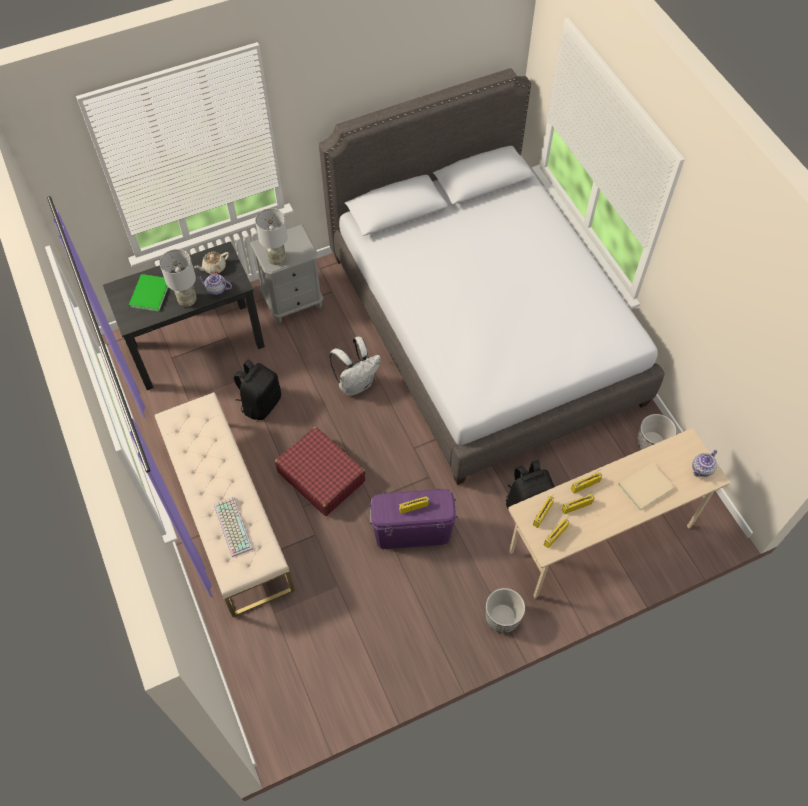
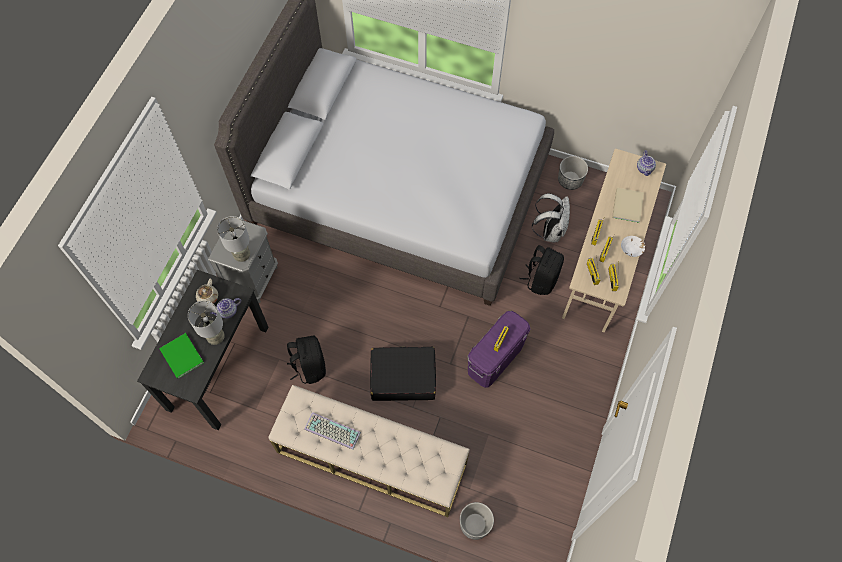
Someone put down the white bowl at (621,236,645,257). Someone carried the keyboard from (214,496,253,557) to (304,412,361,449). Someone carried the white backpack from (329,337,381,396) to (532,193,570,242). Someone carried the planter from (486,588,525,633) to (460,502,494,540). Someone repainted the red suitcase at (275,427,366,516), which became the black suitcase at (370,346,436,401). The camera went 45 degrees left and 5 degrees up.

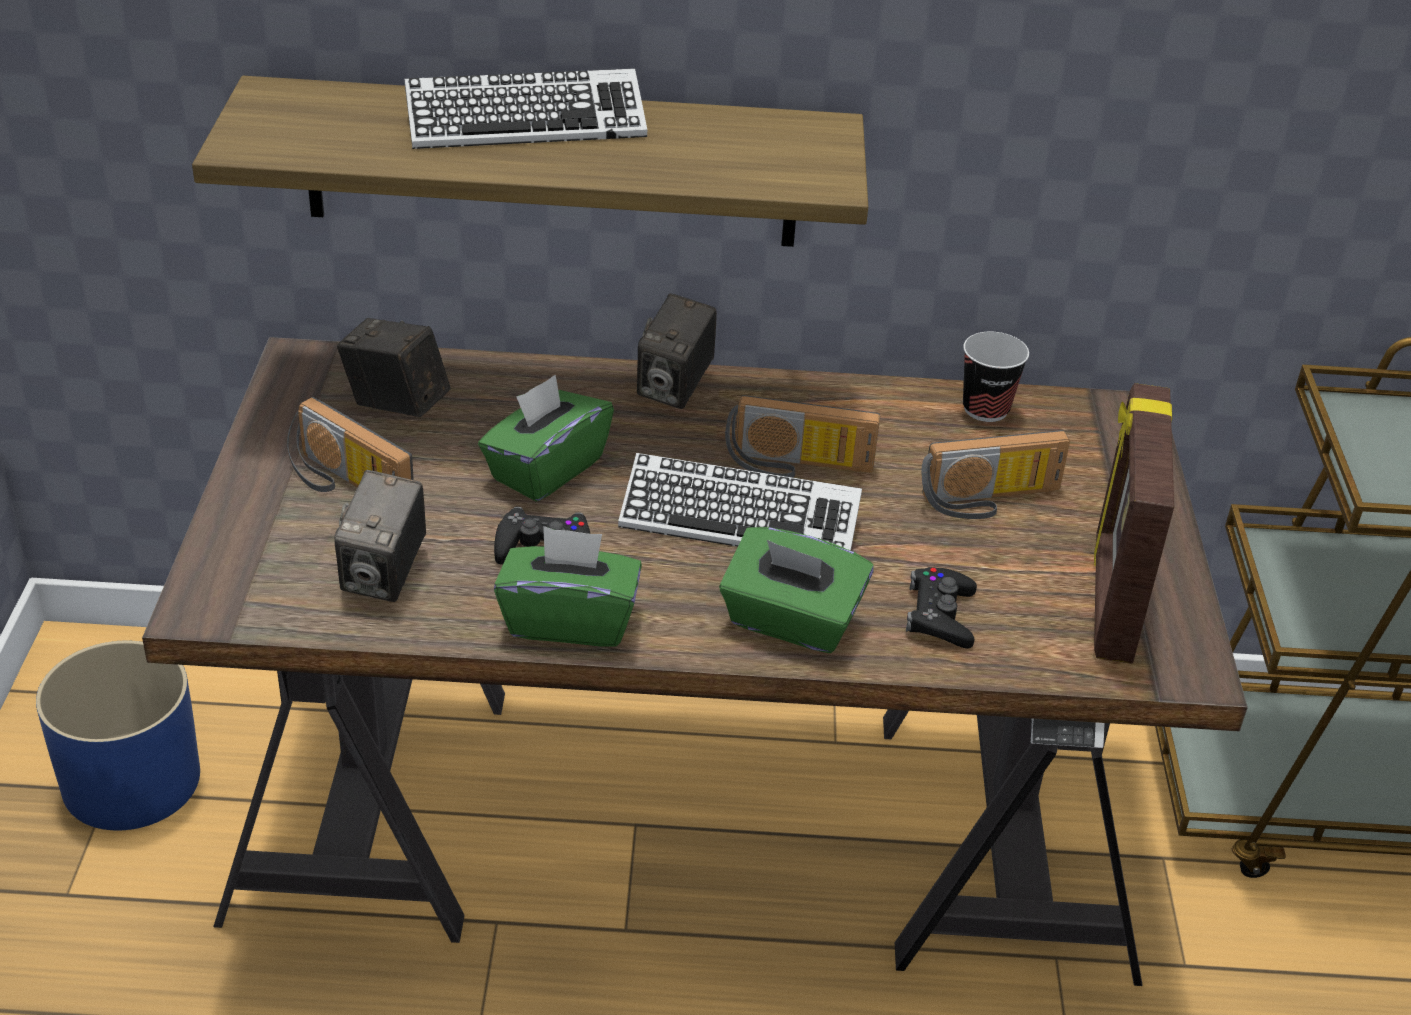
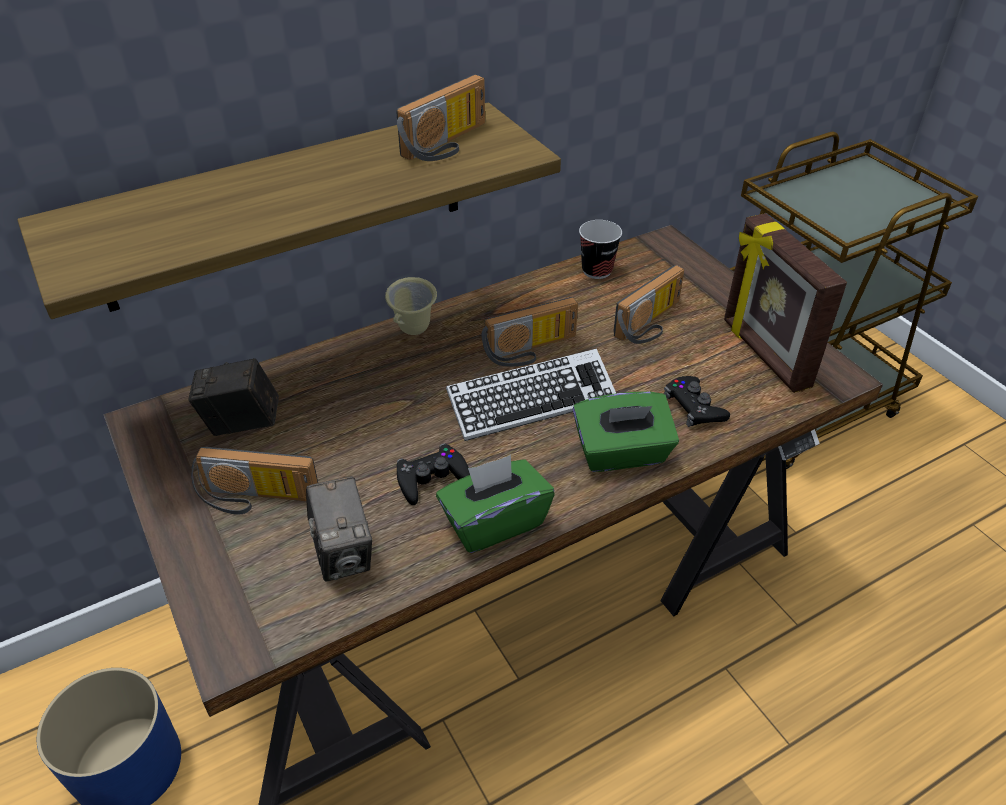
Someone took away the keyboard at (404,69,647,149). Someone took away the green tissue box at (478,375,614,501). Someone put down the radio at (396,74,485,161). Someone swapped the photo camera at (637,293,717,409) for the beige mug at (385,277,437,335). The camera went 30 degrees left and 5 degrees up.

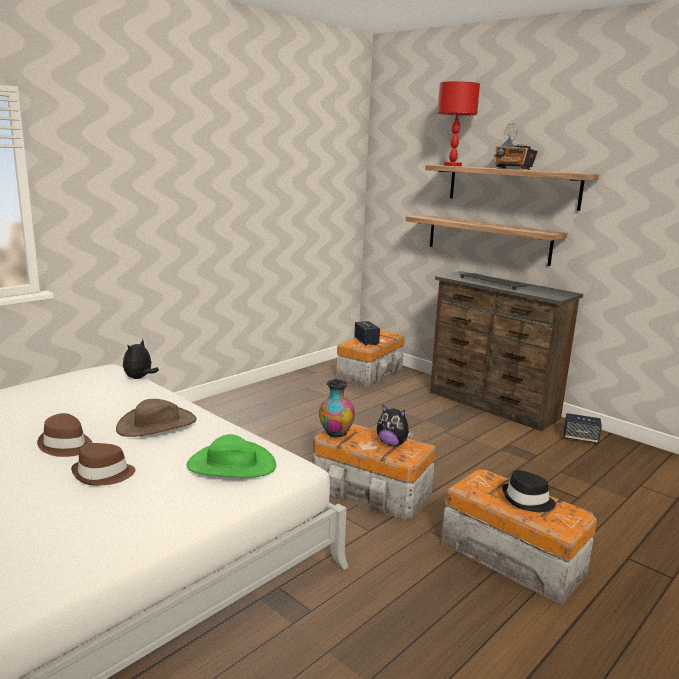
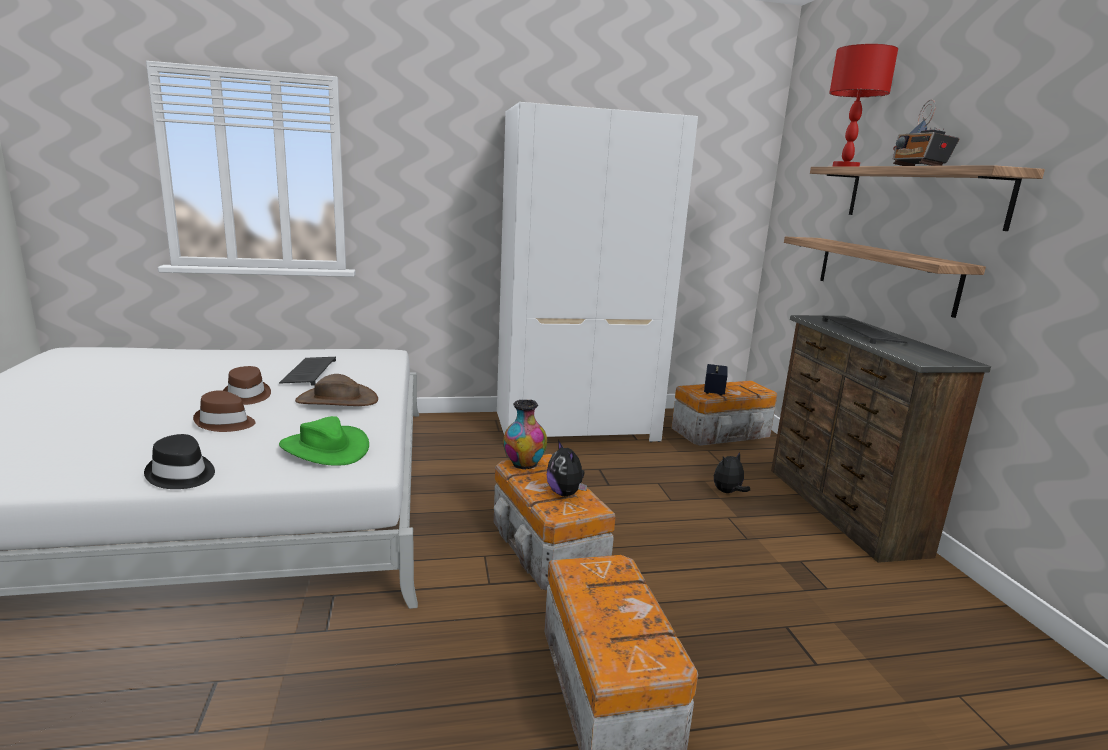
Someone took away the speaker at (564,413,602,444). Someone put down the keyboard at (279,357,336,386). Someone put down the white wardrobe at (497,102,698,442). Someone carried the plush toy from (123,339,159,379) to (714,452,750,493). Someone carried the black hat from (502,470,556,512) to (144,434,215,489). The camera went 35 degrees right and 0 degrees up.

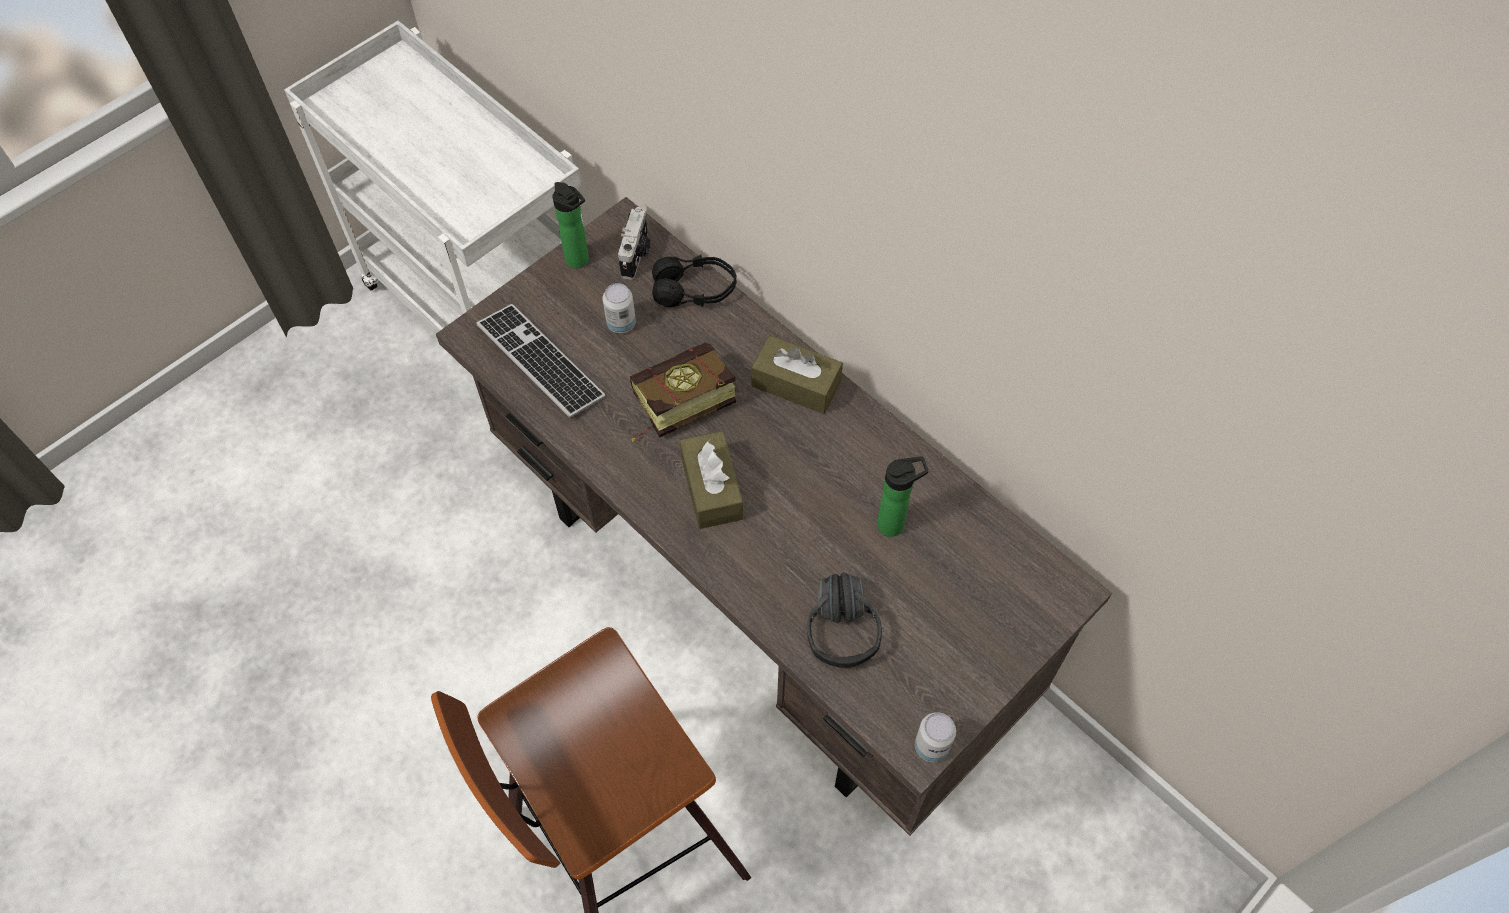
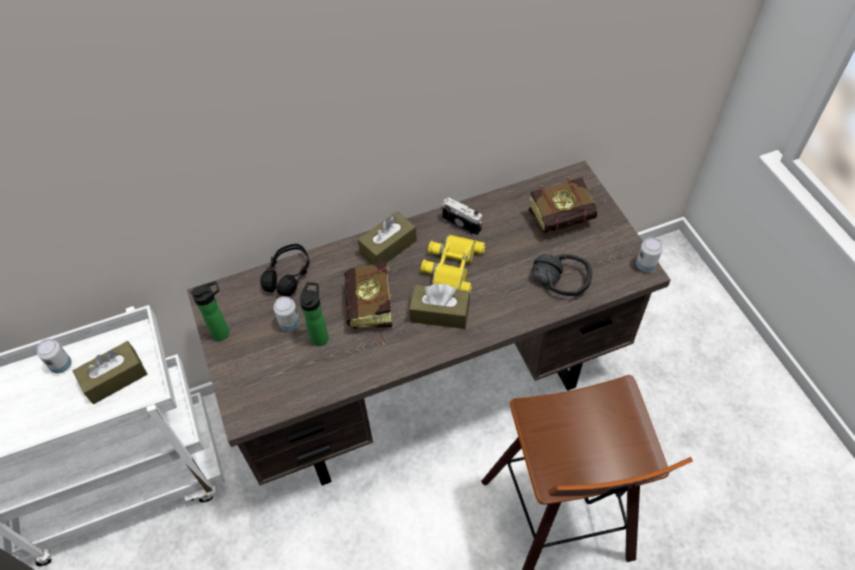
Someone took away the keyboard at (476,304,605,418). Someone put down the can at (37,339,72,374). Someone put down the brown tissue box at (73,341,147,404). Someone put down the yellow binoculars at (421,234,485,292). Someone put down the book at (529,177,597,233). Someone carried the photo camera from (618,207,650,280) to (442,197,482,236). Someone carried the bottle from (877,456,928,537) to (299,282,329,346). The camera went 65 degrees left and 5 degrees down.

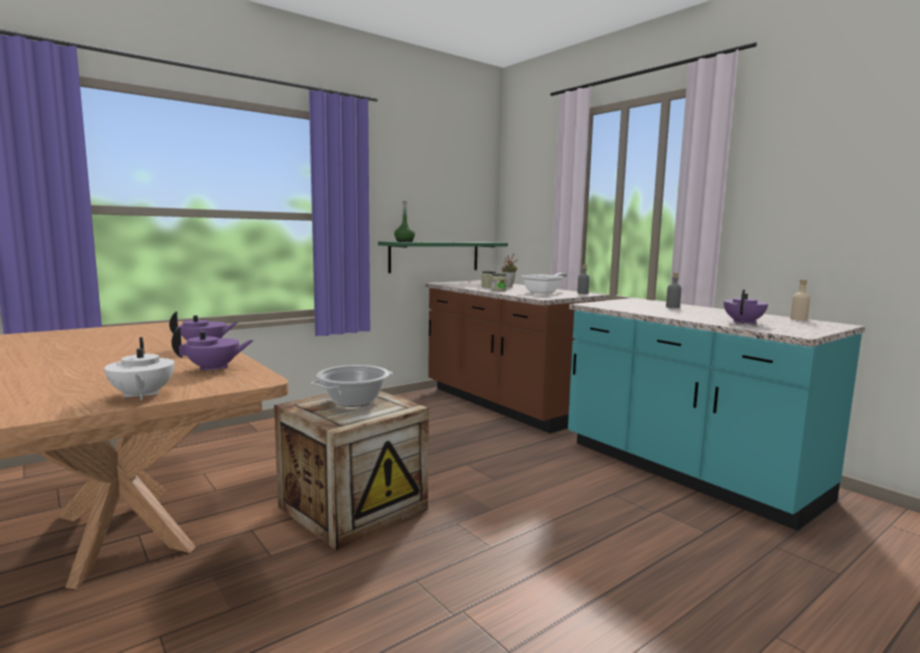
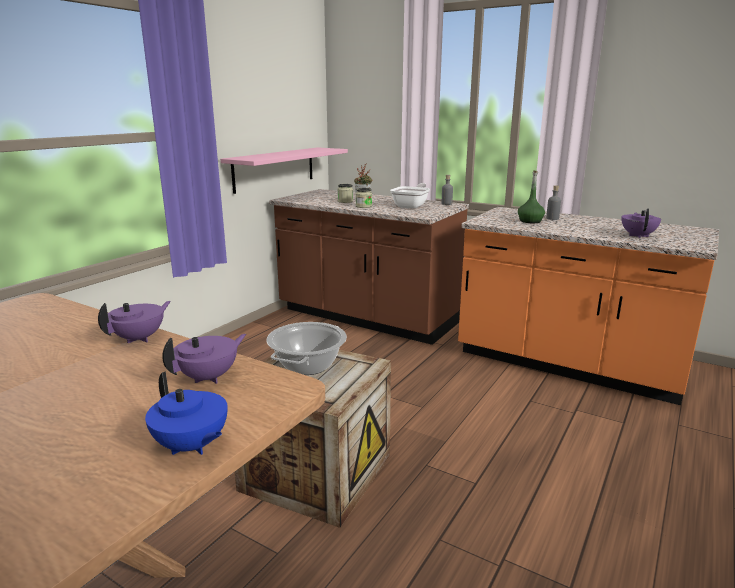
Someone took away the beige bottle at (790,280,810,321). Someone carried the green bottle from (394,201,415,242) to (518,170,545,223). Someone repainted the white teapot at (104,337,174,400), which became the blue teapot at (145,371,228,455). Someone repainted the green shelf at (378,241,508,273), which became the pink shelf at (220,147,348,194). Someone repainted the turquoise counter at (568,298,865,531), which became the orange counter at (458,207,719,405). The camera went 20 degrees left and 10 degrees up.

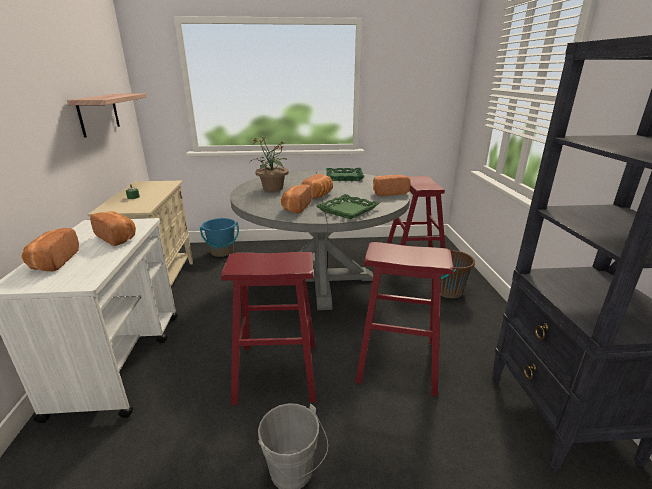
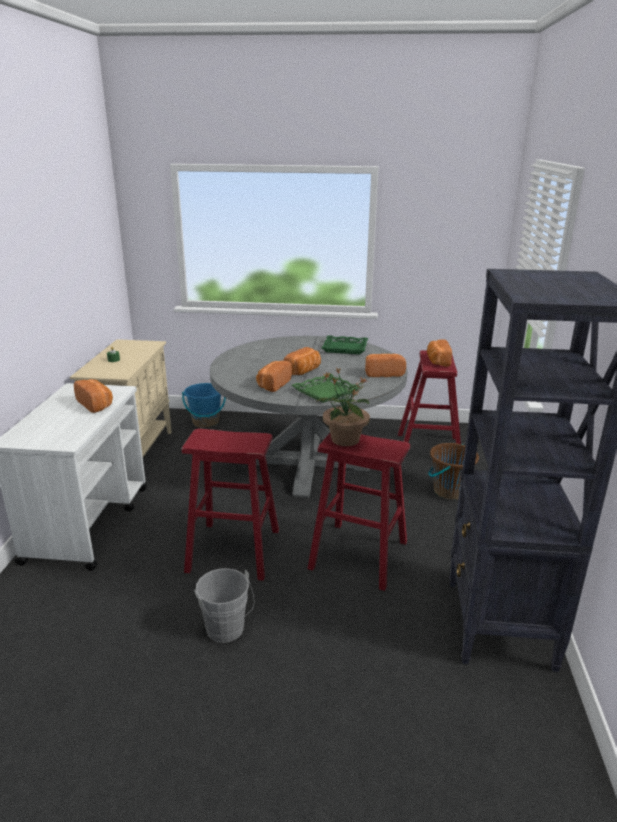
Someone took away the shelf at (67,93,146,138). Someone carried the bread from (22,228,79,271) to (427,339,452,367). Someone carried the potted plant from (250,137,289,192) to (316,367,370,446). The camera went 10 degrees right and 0 degrees up.

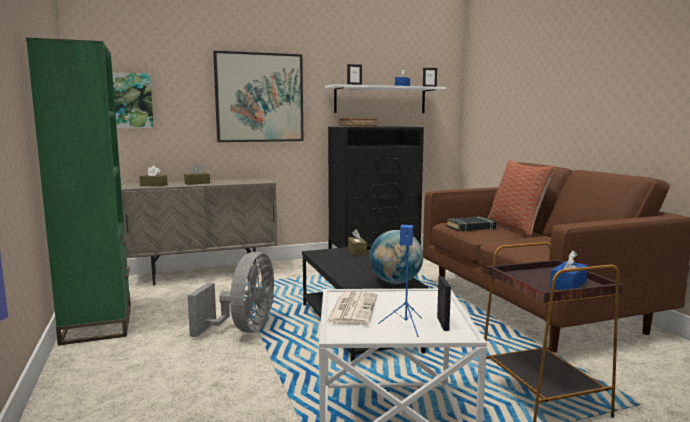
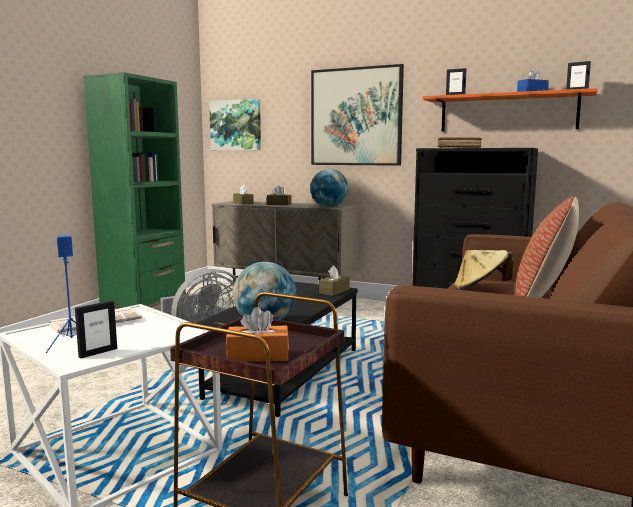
Someone put down the globe at (310,169,348,207). Someone swapped the black book at (446,217,496,231) for the beige hat at (454,250,513,290). Someone repainted the white shelf at (325,84,446,113), which became the orange shelf at (422,88,597,132). Someone repainted the blue tissue box at (550,250,588,290), which became the orange tissue box at (226,307,289,362). The camera went 45 degrees right and 0 degrees up.

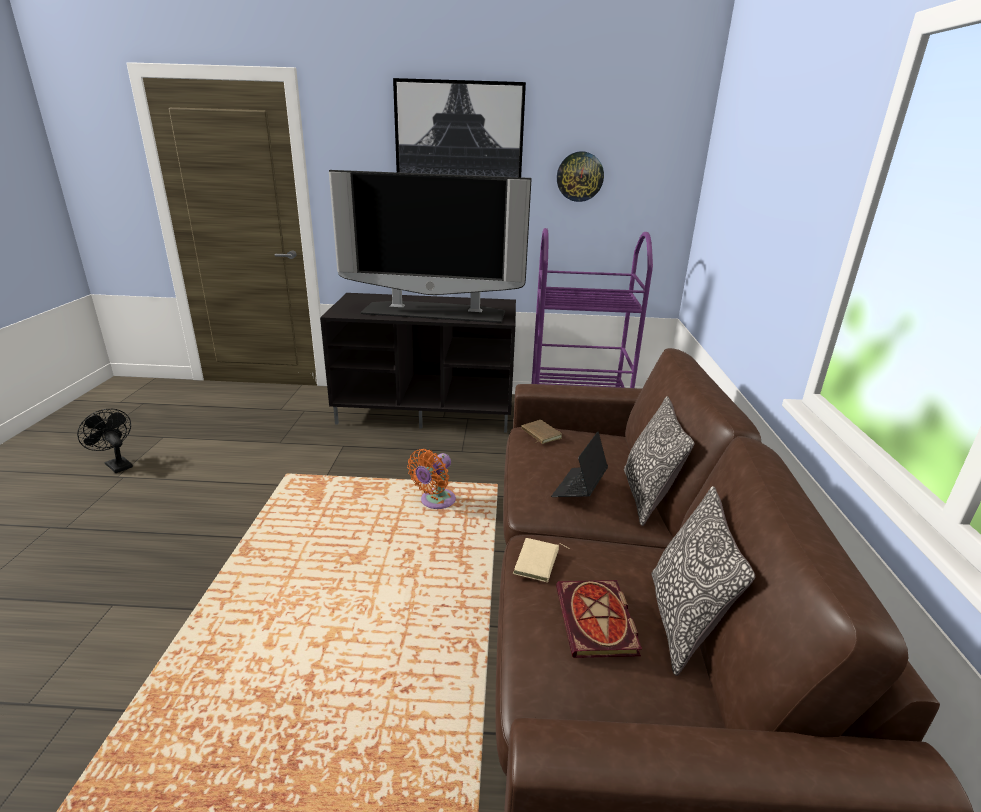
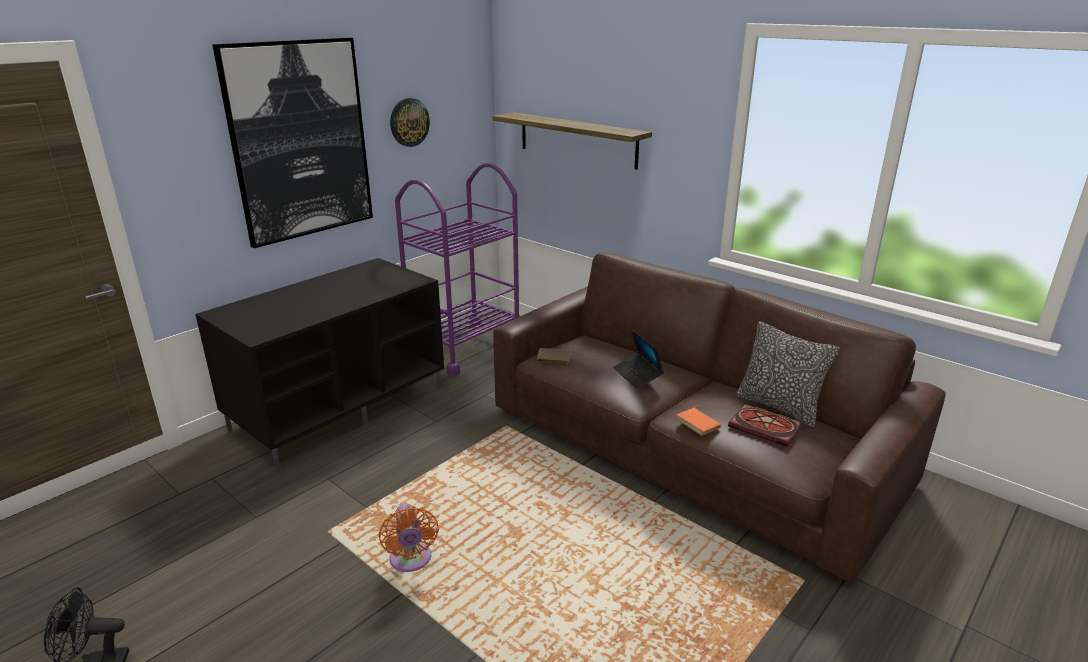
Someone took away the television at (329,170,532,323). Someone took away the pillow at (624,396,695,526). Someone put up the shelf at (493,112,652,170). Someone carried the orange fan from (407,449,456,509) to (378,503,439,572). Someone repainted the beige book at (513,538,570,583), which became the orange book at (676,406,721,436). The camera went 50 degrees left and 0 degrees up.

